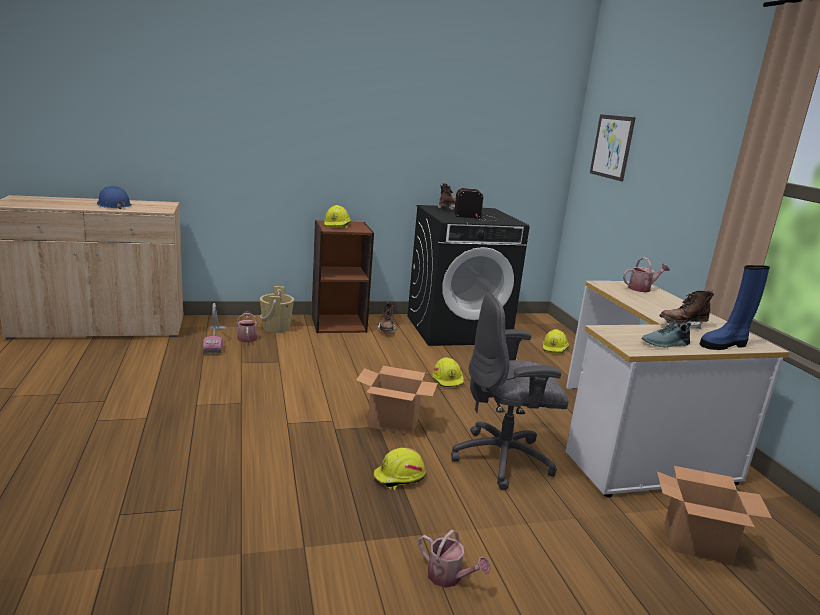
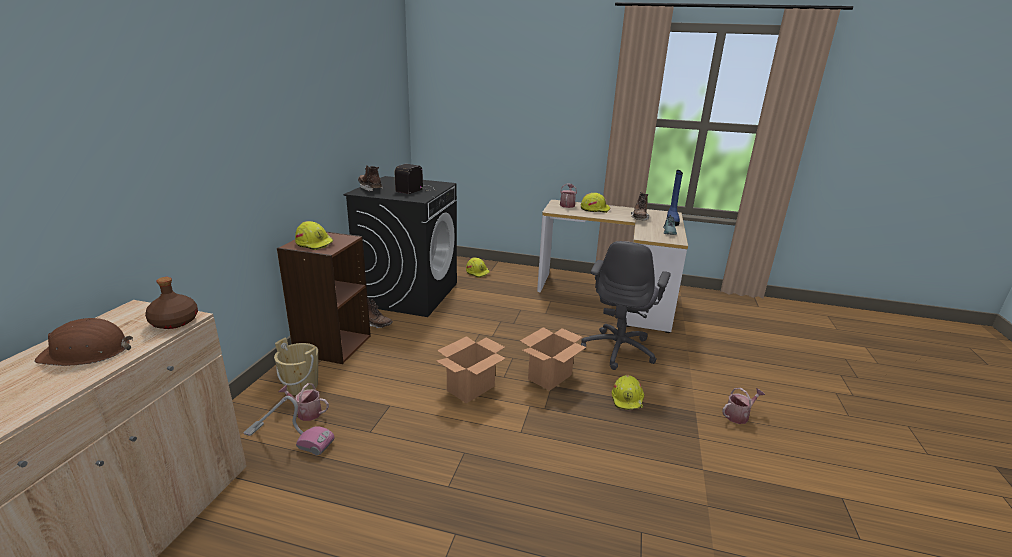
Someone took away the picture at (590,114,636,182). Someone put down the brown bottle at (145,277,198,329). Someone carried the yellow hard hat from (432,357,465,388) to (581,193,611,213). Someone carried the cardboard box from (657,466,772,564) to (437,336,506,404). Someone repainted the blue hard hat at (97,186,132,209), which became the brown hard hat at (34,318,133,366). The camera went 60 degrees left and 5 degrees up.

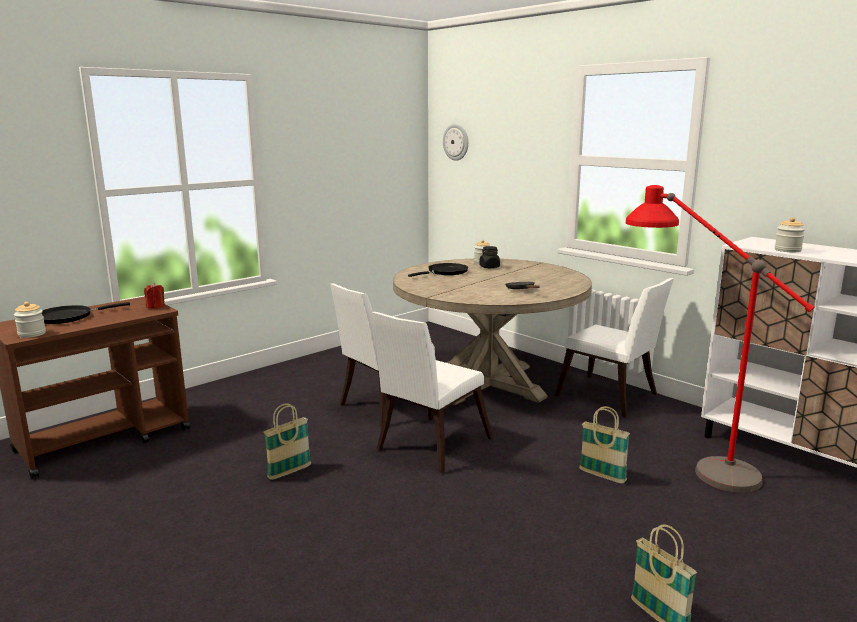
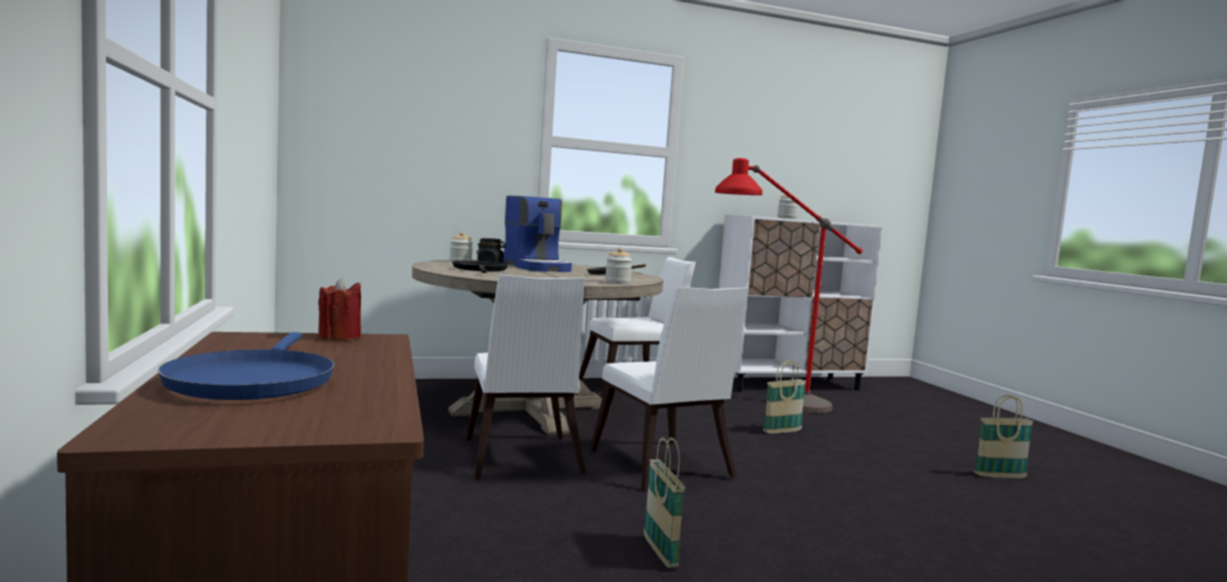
Someone took away the wall clock at (443,124,468,161). Someone put down the coffee machine at (503,195,572,272). Someone carried the jar from (14,302,46,338) to (605,248,632,284). Someone repainted the black frying pan at (42,302,130,324), which became the blue frying pan at (158,332,335,400). The camera went 65 degrees left and 10 degrees down.

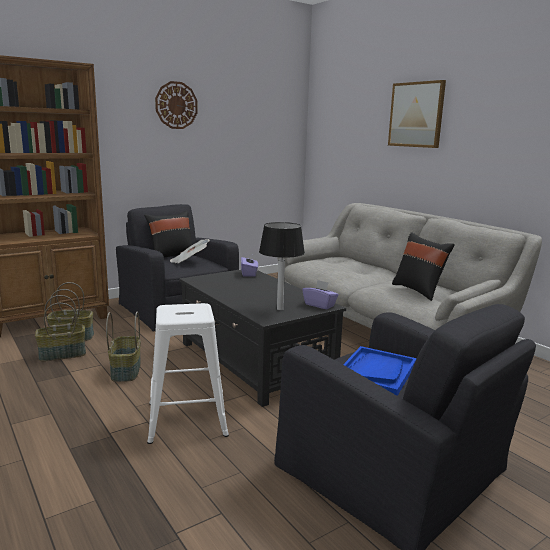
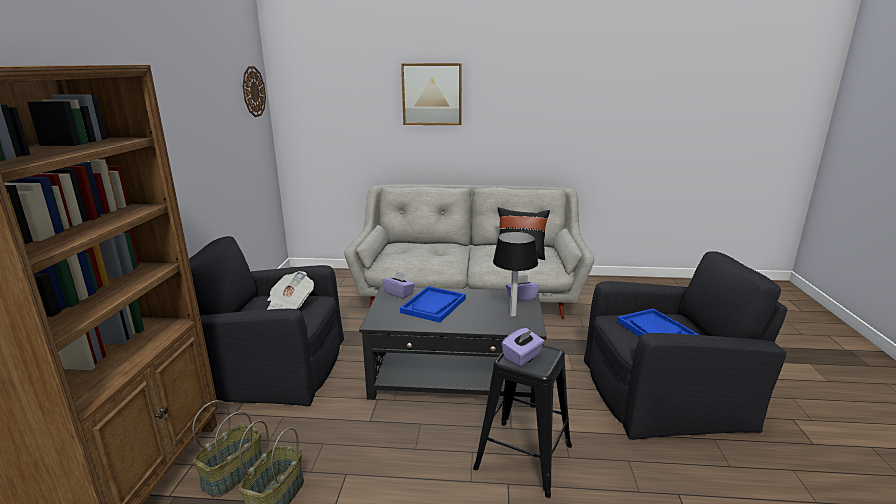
Someone took away the basket at (106,312,141,382). Someone took away the black pillow at (144,211,196,258). Someone put down the blue tray at (400,286,466,323). Someone put down the purple tissue box at (501,328,544,366). Someone carried the wall clock from (155,81,198,129) to (242,66,266,117). Someone repainted the white stool at (147,303,229,444), which became the black stool at (473,345,572,498). The camera went 50 degrees left and 5 degrees up.

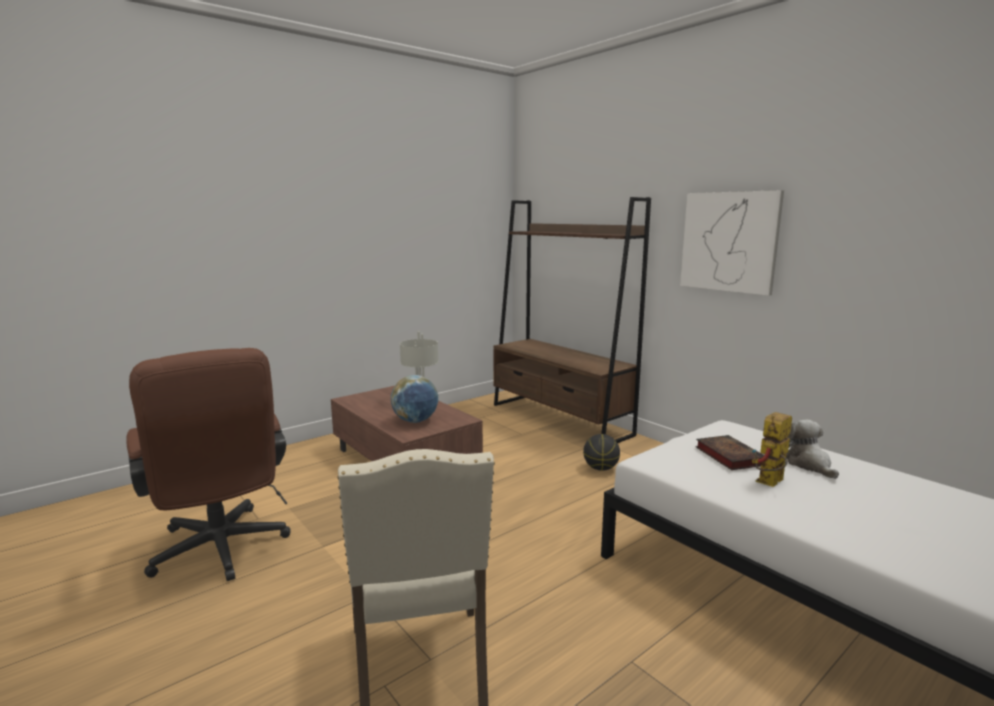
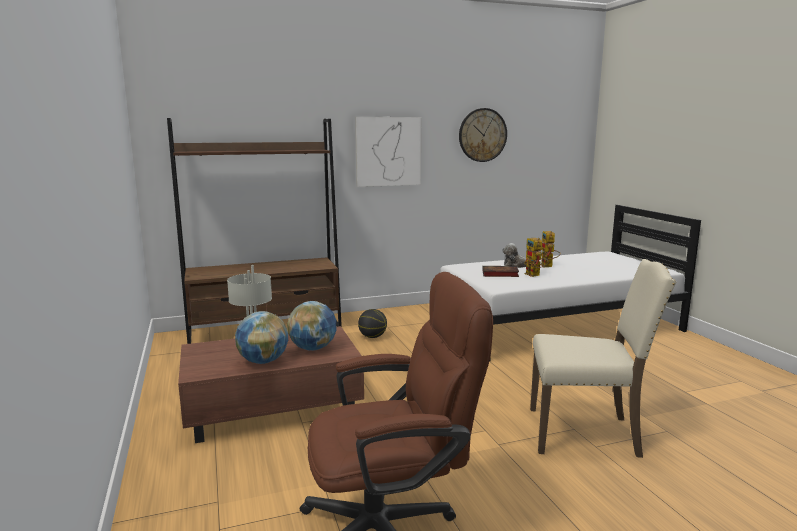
Someone put down the globe at (235,311,288,364). Someone put up the wall clock at (459,108,507,162). Someone put down the toy robot at (540,231,561,267). The camera went 70 degrees left and 0 degrees up.

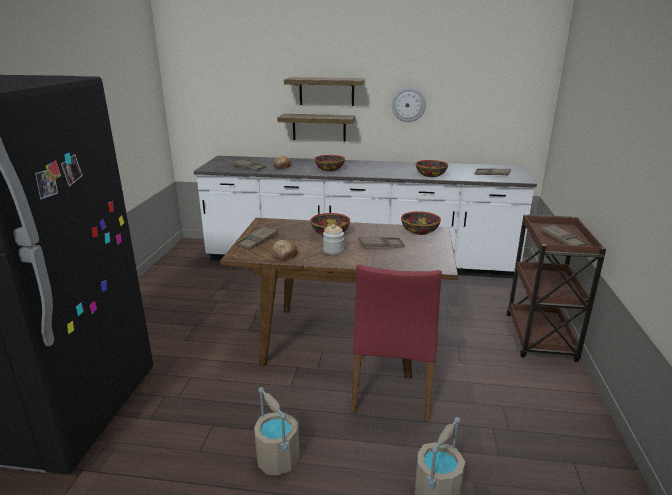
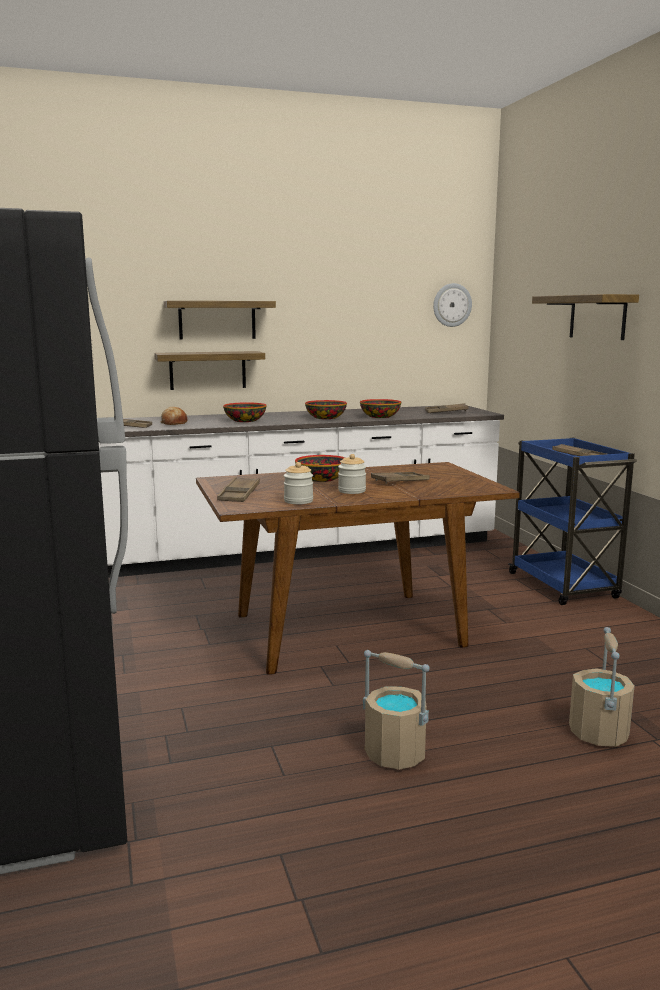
Someone took away the red chair at (351,264,442,422). Someone put up the shelf at (532,294,639,340). Someone carried the wall clock from (392,88,426,122) to (433,283,472,327). Someone carried the bowl from (401,211,441,235) to (305,400,347,419). Someone swapped the bread at (271,240,298,261) for the jar at (284,462,313,504). Someone repainted the brown cart at (507,214,606,362), which became the blue cart at (508,438,637,605). The camera went 25 degrees left and 10 degrees down.

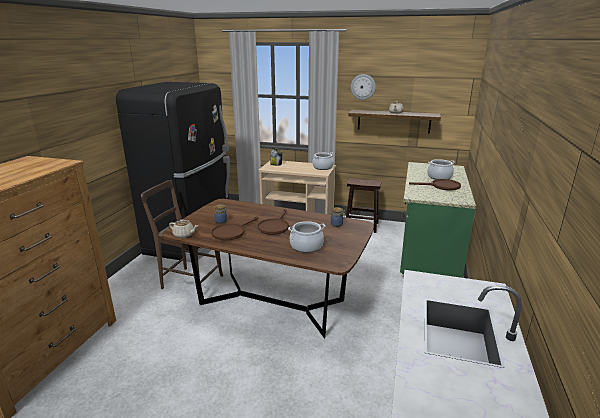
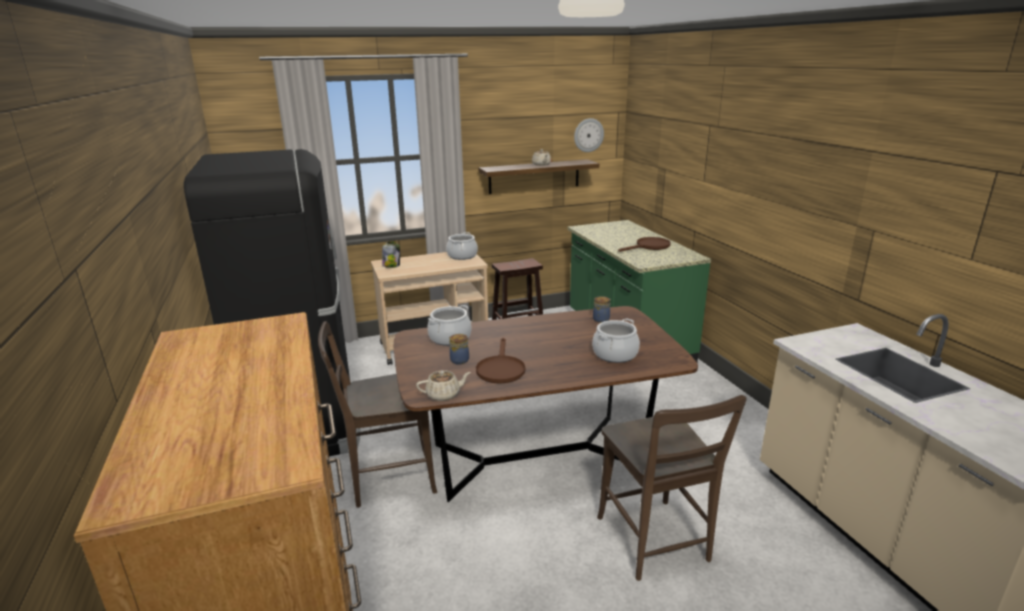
Someone took away the brown frying pan at (257,209,289,235). Someone put down the brown chair at (597,395,746,581). Someone carried the wall clock from (351,74,376,100) to (574,118,604,152). Someone carried the cooking pot from (427,159,455,180) to (427,305,472,346). The camera went 35 degrees left and 0 degrees up.

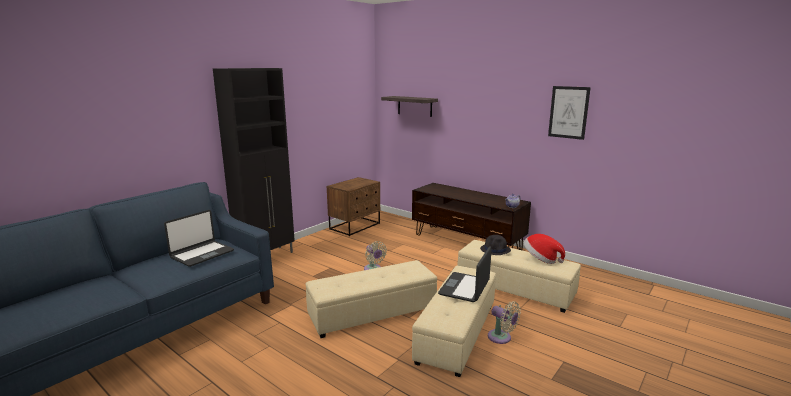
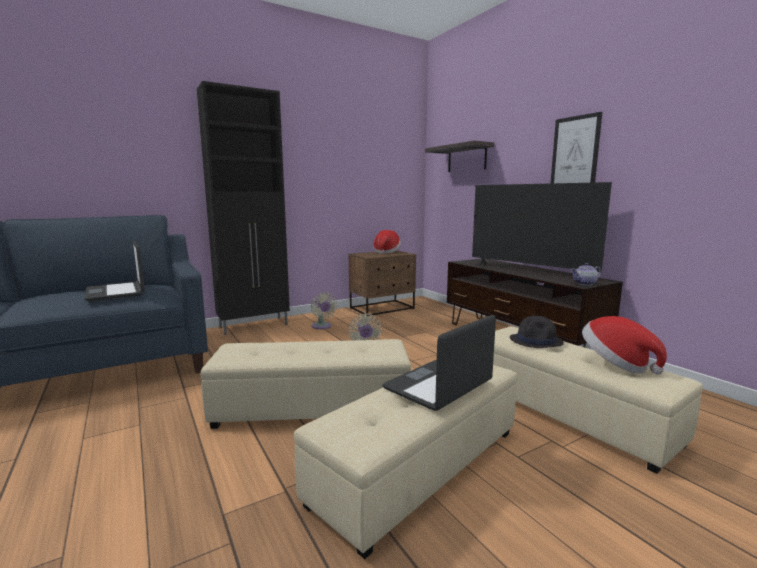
Someone put down the hat at (373,230,401,254). Someone put down the television at (472,182,612,272). Someone carried the beige fan from (488,301,521,344) to (311,292,337,329). Someone carried the picture from (548,86,591,140) to (550,112,602,184). Someone rotated the laptop at (164,210,234,267) by 90 degrees clockwise. The camera went 20 degrees right and 5 degrees down.

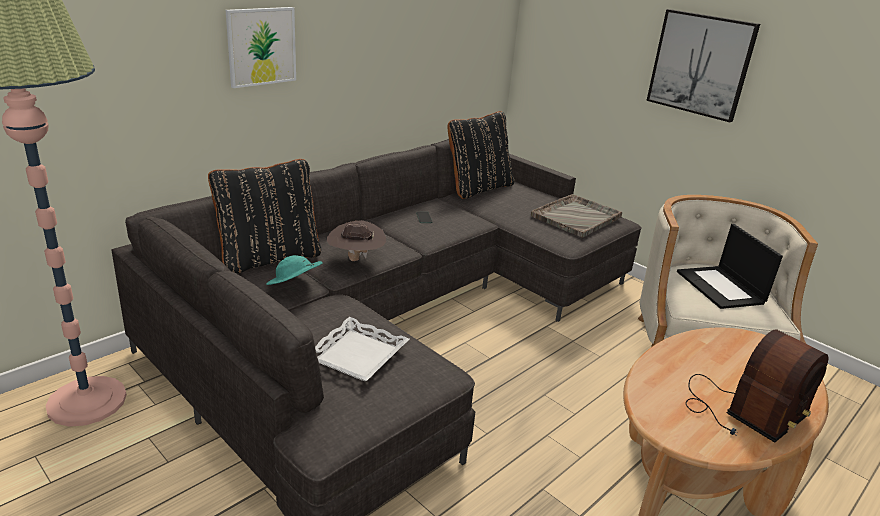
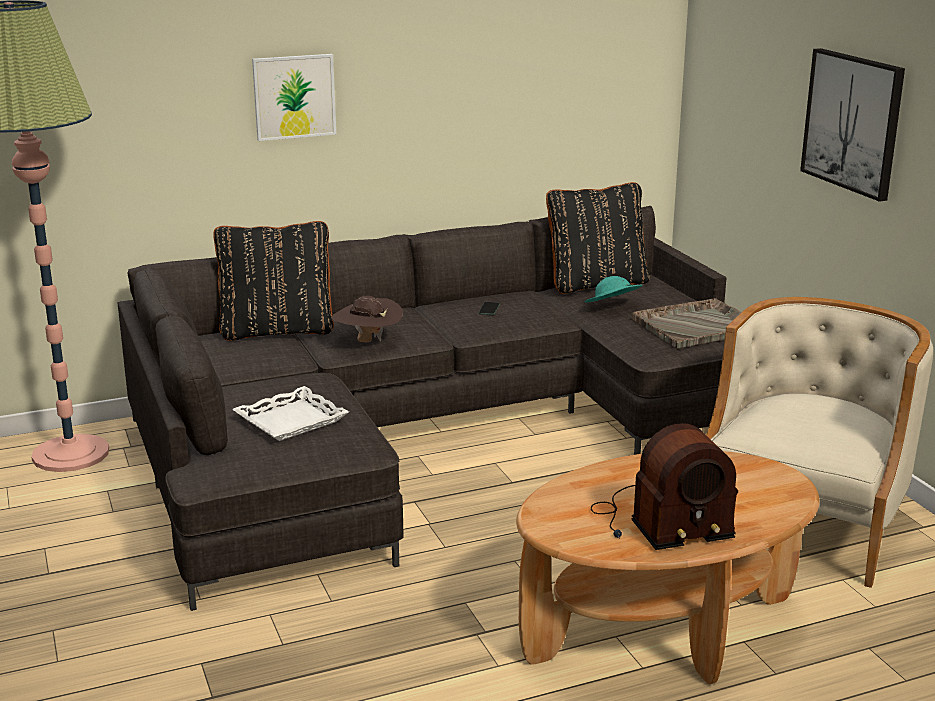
Someone took away the laptop at (677,224,783,309). Someone carried the turquoise hat from (266,255,323,285) to (585,276,643,303). The camera went 25 degrees right and 5 degrees down.

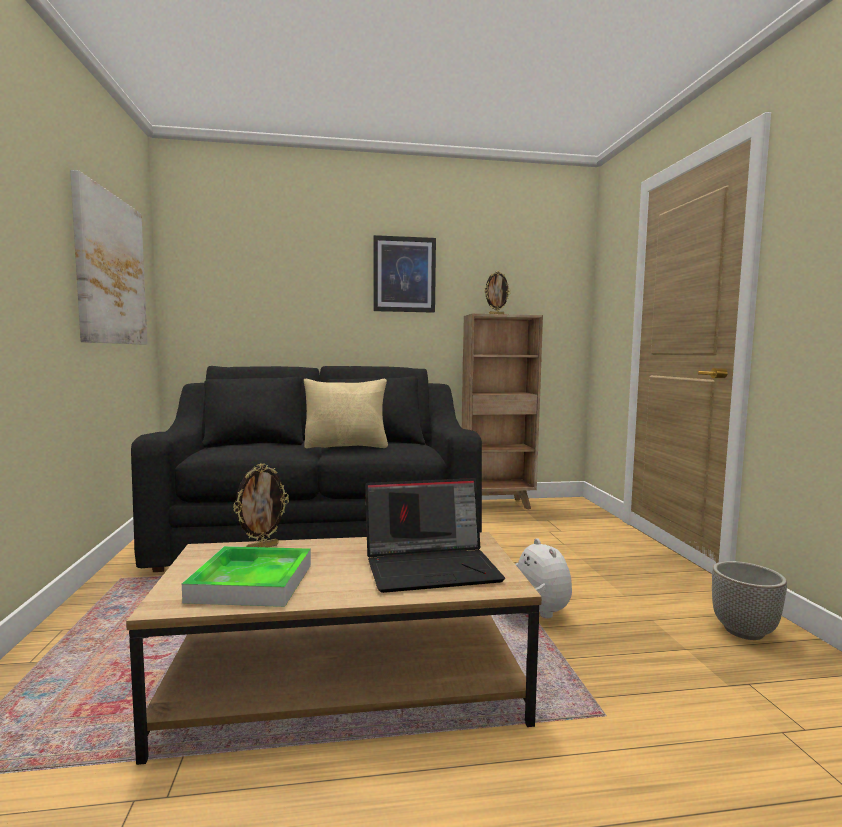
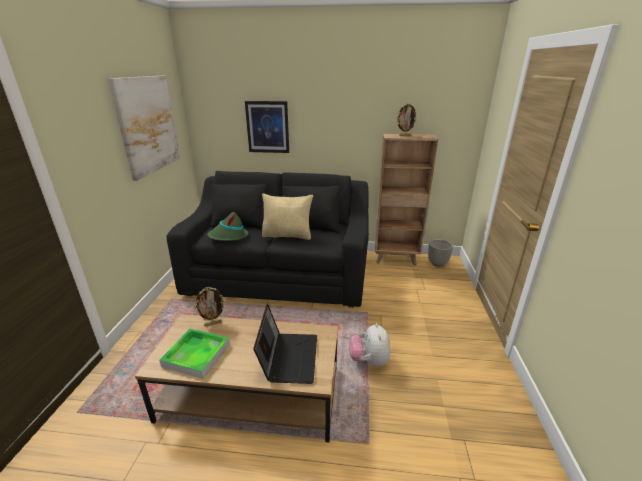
Someone put down the green hat at (207,212,248,241). Someone carried the picture from (374,235,436,313) to (245,101,289,153). Someone carried the planter from (712,561,787,640) to (428,239,453,267). Someone rotated the laptop at (365,478,505,593) by 90 degrees counterclockwise. The camera went 15 degrees right and 20 degrees up.

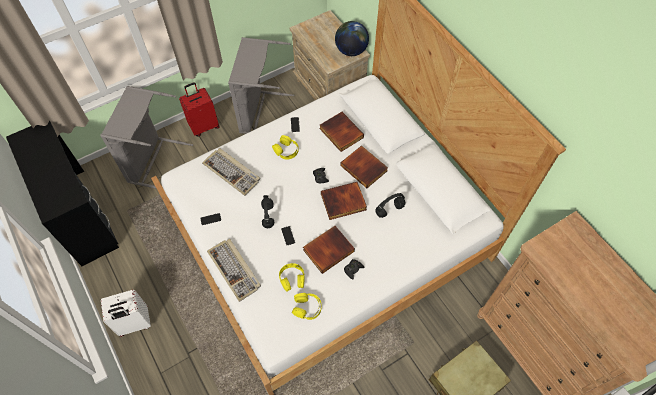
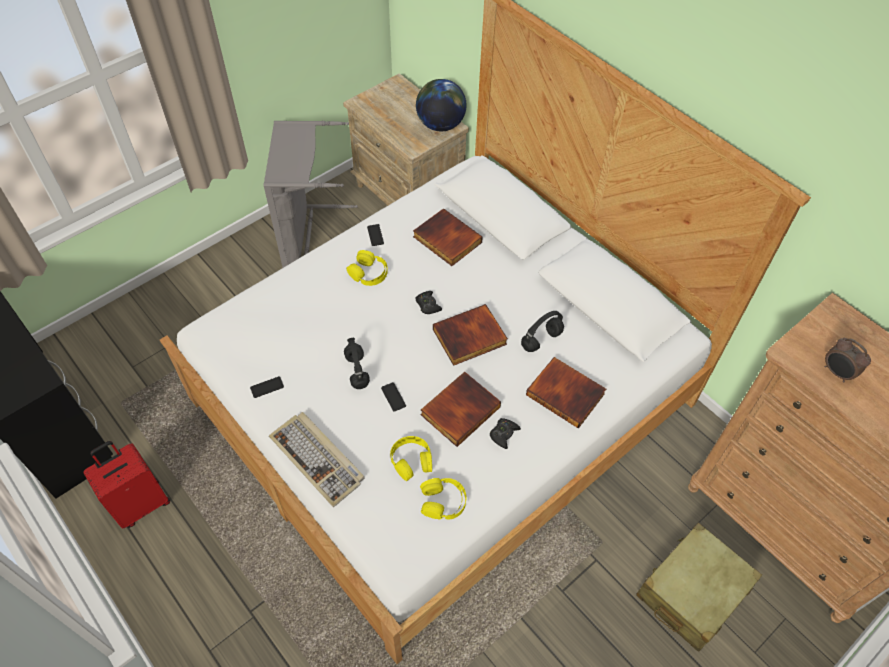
Someone took away the grey laundry basket at (100,86,193,189). Someone took away the white suitcase at (101,290,151,337). Someone took away the keyboard at (202,148,260,196). Someone put down the alarm clock at (825,337,871,382). Someone carried the red suitcase from (179,83,219,136) to (83,441,170,528). Someone carried the book from (340,146,388,188) to (526,357,606,429). The camera went 10 degrees left and 5 degrees down.

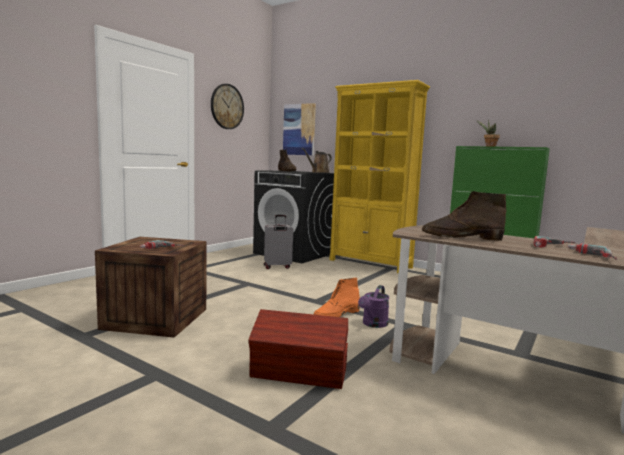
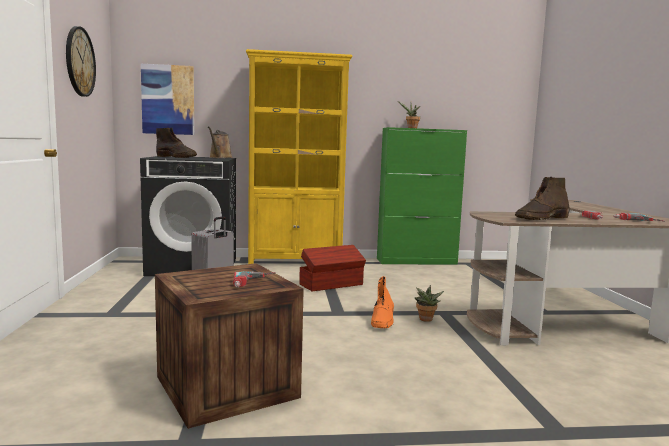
Someone carried the brown storage box from (248,309,348,389) to (299,245,366,291). Someone swapped the purple watering can at (358,285,389,328) for the potted plant at (415,285,444,322). The camera went 40 degrees left and 0 degrees up.

